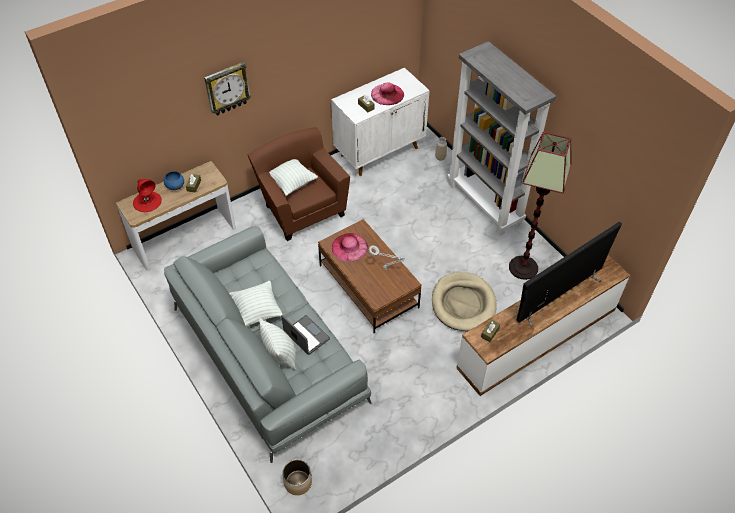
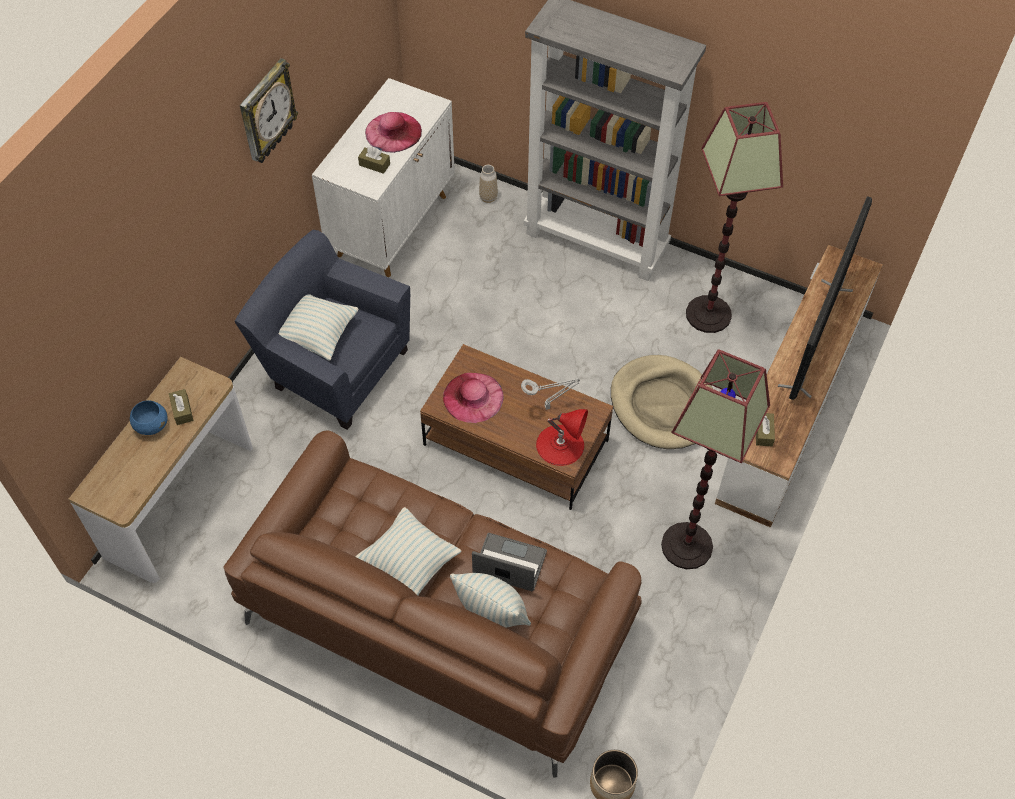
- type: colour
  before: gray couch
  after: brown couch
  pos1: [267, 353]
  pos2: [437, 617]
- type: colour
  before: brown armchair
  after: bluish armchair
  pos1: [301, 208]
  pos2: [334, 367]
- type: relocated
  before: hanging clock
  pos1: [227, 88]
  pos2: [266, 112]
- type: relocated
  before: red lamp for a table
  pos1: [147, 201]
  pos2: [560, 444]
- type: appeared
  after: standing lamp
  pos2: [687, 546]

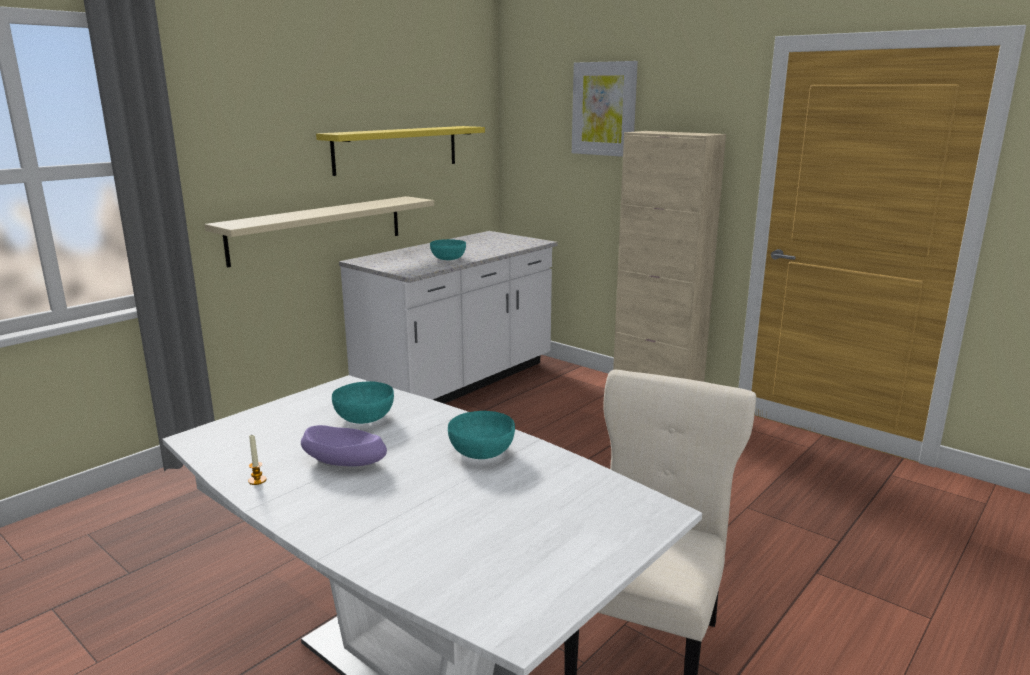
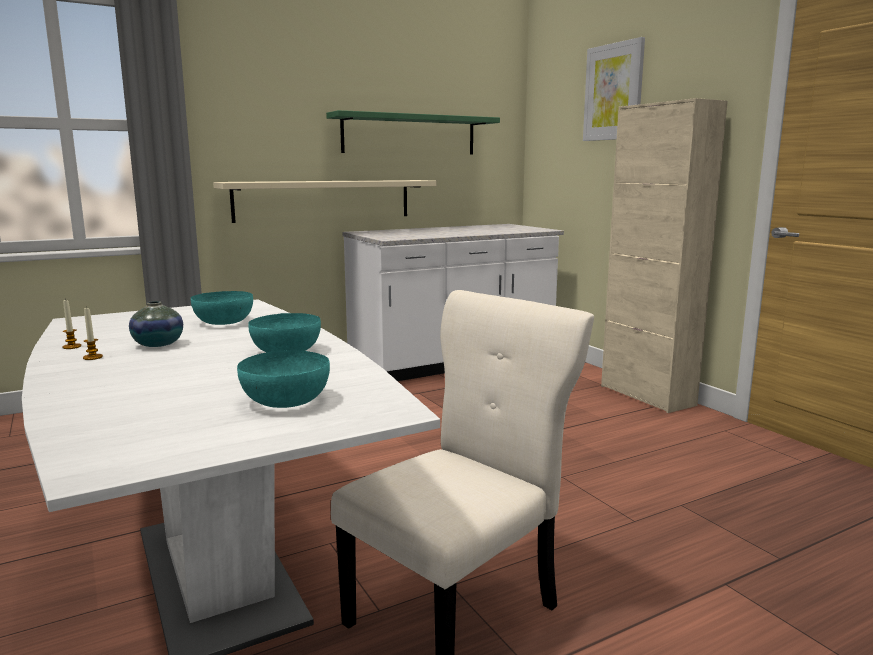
- type: appeared
  after: candle
  pos2: [93, 357]
- type: exchanged
  before: purple-coloured serving bowl
  after: decorative vase
  pos1: [344, 462]
  pos2: [158, 344]
- type: relocated
  before: blue-green serving bowl
  pos1: [447, 258]
  pos2: [284, 401]
- type: colour
  before: yellow-coloured bracket shelf
  after: greenish bracket shelf
  pos1: [397, 149]
  pos2: [410, 135]

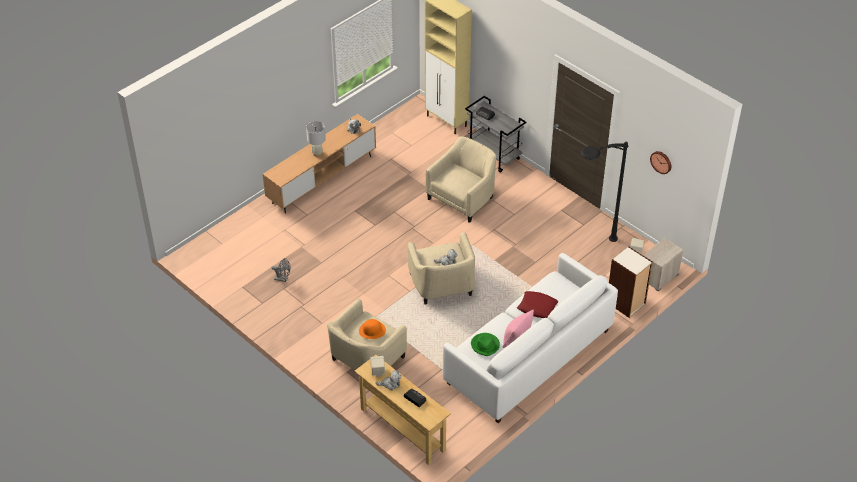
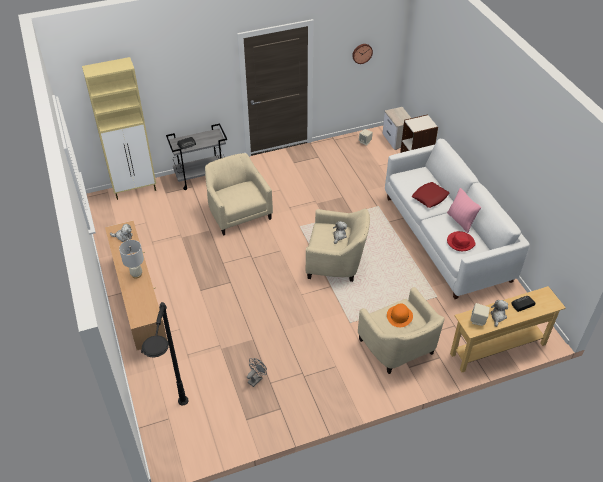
- type: relocated
  before: black-coloured standing lamp
  pos1: [589, 247]
  pos2: [180, 430]
- type: colour
  before: greenish wearable hat
  after: red wearable hat
  pos1: [485, 345]
  pos2: [460, 242]

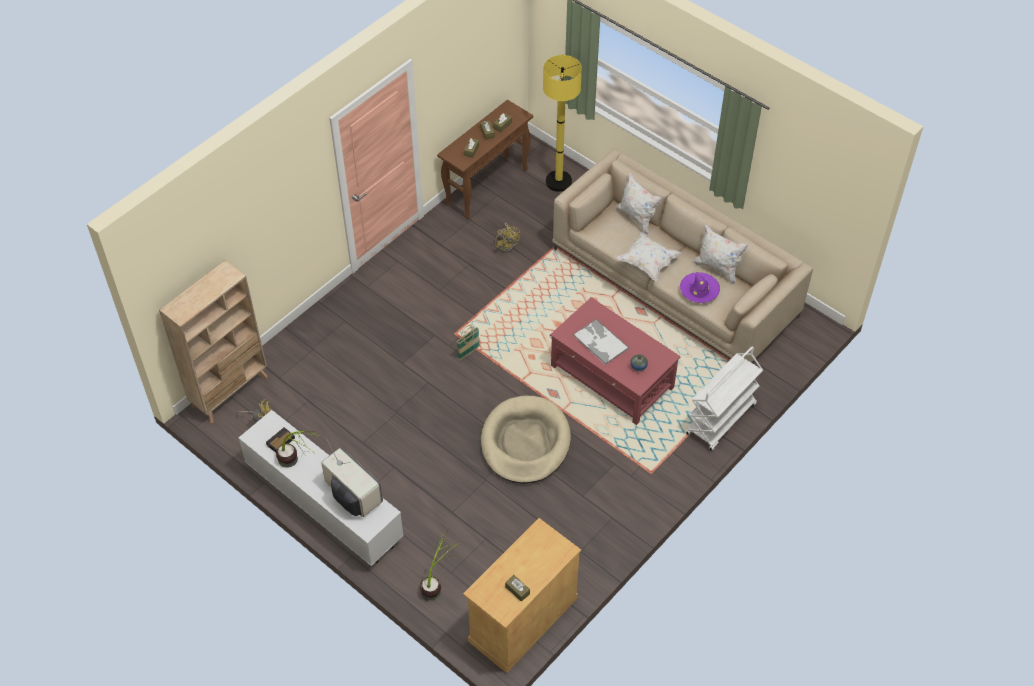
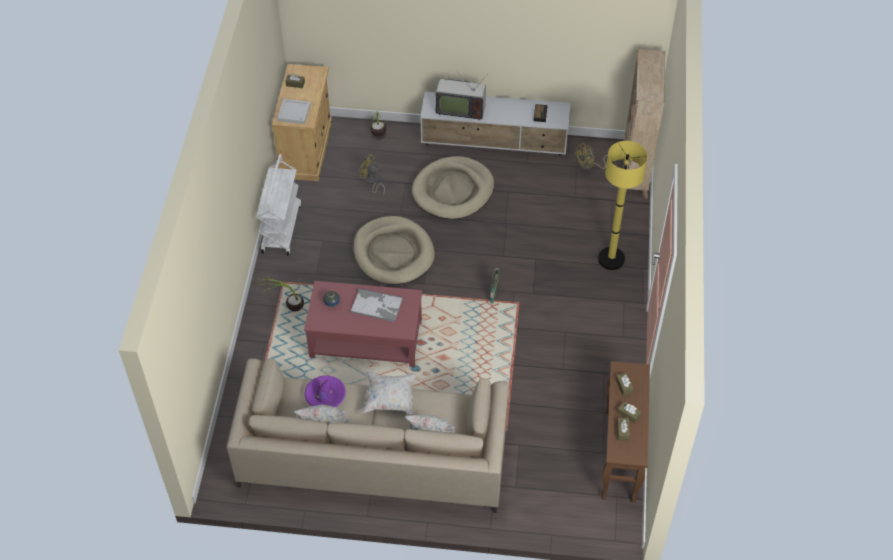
- type: relocated
  before: white cart
  pos1: [721, 420]
  pos2: [281, 228]
- type: relocated
  before: houseplant
  pos1: [298, 463]
  pos2: [285, 309]
- type: appeared
  after: white serving tray
  pos2: [294, 112]
- type: relocated
  before: yellow-coloured cooling fan
  pos1: [507, 244]
  pos2: [371, 181]
- type: appeared
  after: sand-coloured dog bed
  pos2: [453, 191]
- type: relocated
  before: yellow-coloured standing lamp
  pos1: [558, 182]
  pos2: [611, 259]

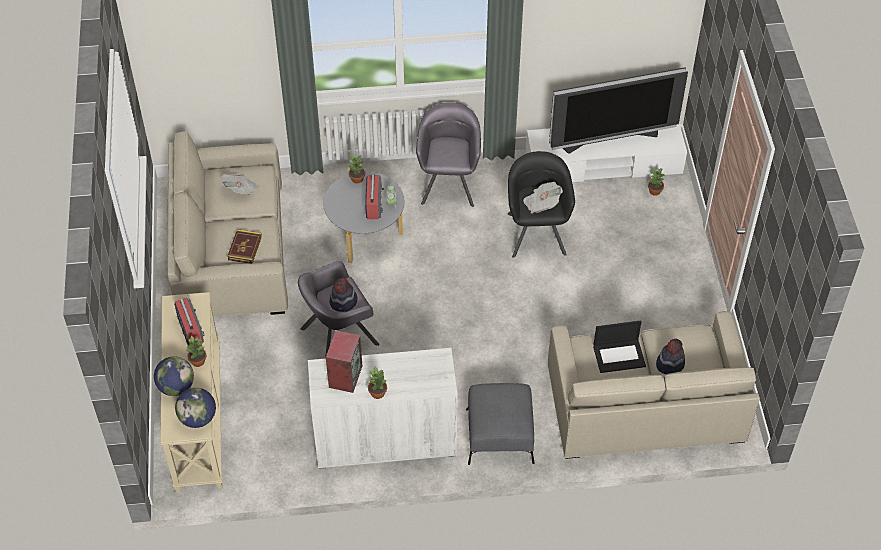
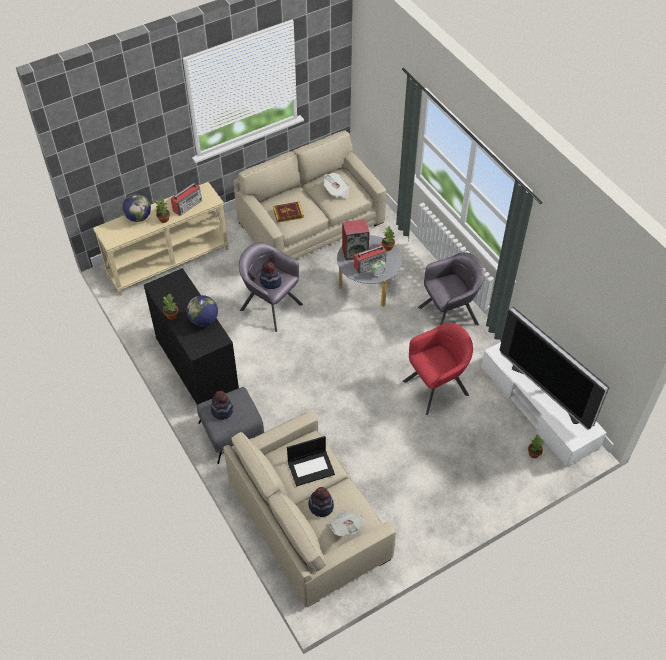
- type: colour
  before: white cupboard
  after: black-coloured cupboard
  pos1: [385, 439]
  pos2: [197, 366]
- type: relocated
  before: desk globe
  pos1: [198, 418]
  pos2: [204, 320]
- type: appeared
  after: wearable hat
  pos2: [222, 410]
- type: spun
  before: portable computer
  pos1: [619, 355]
  pos2: [311, 467]
  turn: -75
- type: relocated
  before: printed paper
  pos1: [541, 204]
  pos2: [346, 526]
- type: relocated
  before: speaker
  pos1: [345, 376]
  pos2: [355, 252]
- type: colour
  before: black-coloured armchair
  after: red armchair
  pos1: [537, 233]
  pos2: [436, 388]

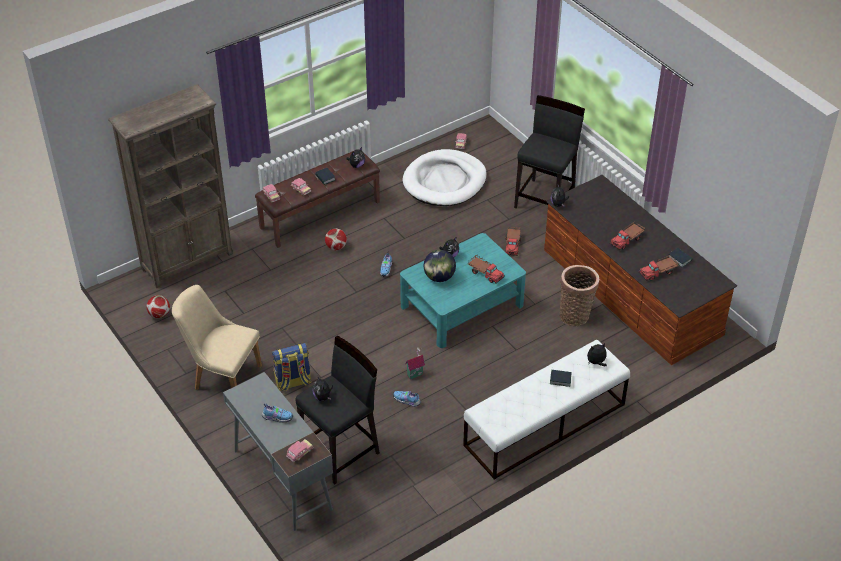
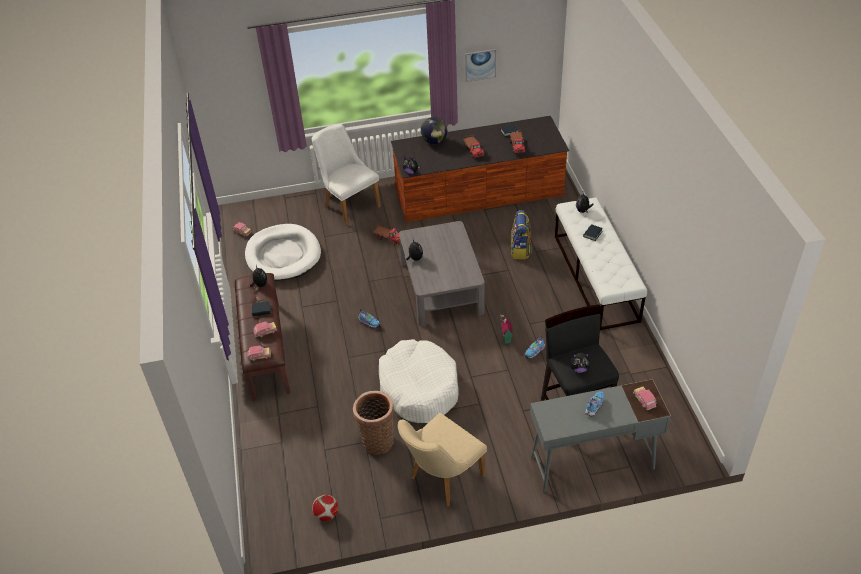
- type: exchanged
  before: black-coloured stool seat
  after: white plain chair
  pos1: [545, 200]
  pos2: [348, 204]
- type: relocated
  before: basket
  pos1: [575, 314]
  pos2: [377, 440]
- type: appeared
  after: white dog bed
  pos2: [419, 388]
- type: colour
  before: blue-green coffee table
  after: gray coffee table
  pos1: [462, 305]
  pos2: [441, 287]
- type: relocated
  before: desk globe
  pos1: [439, 277]
  pos2: [434, 141]
- type: appeared
  after: wall picture
  pos2: [480, 65]
- type: relocated
  before: backpack
  pos1: [293, 382]
  pos2: [520, 250]
- type: missing
  before: brown bookshelf
  pos1: [188, 261]
- type: missing
  before: ball for football
  pos1: [336, 247]
- type: missing
  before: toy truck
  pos1: [485, 273]

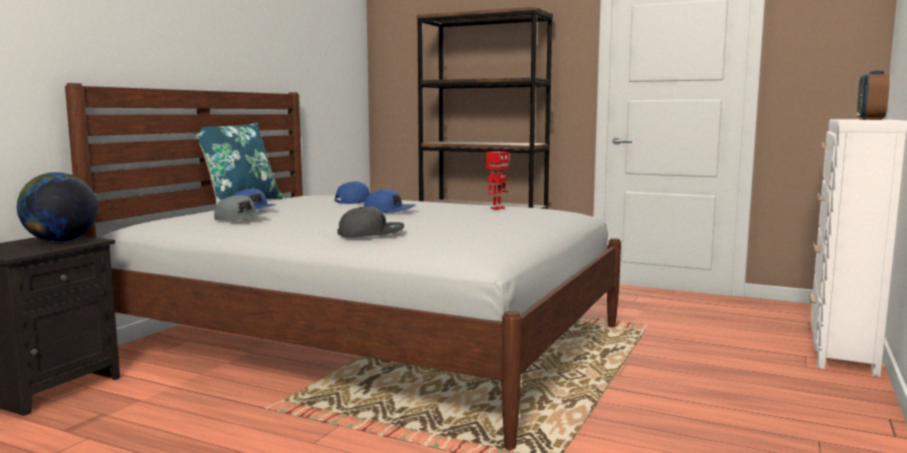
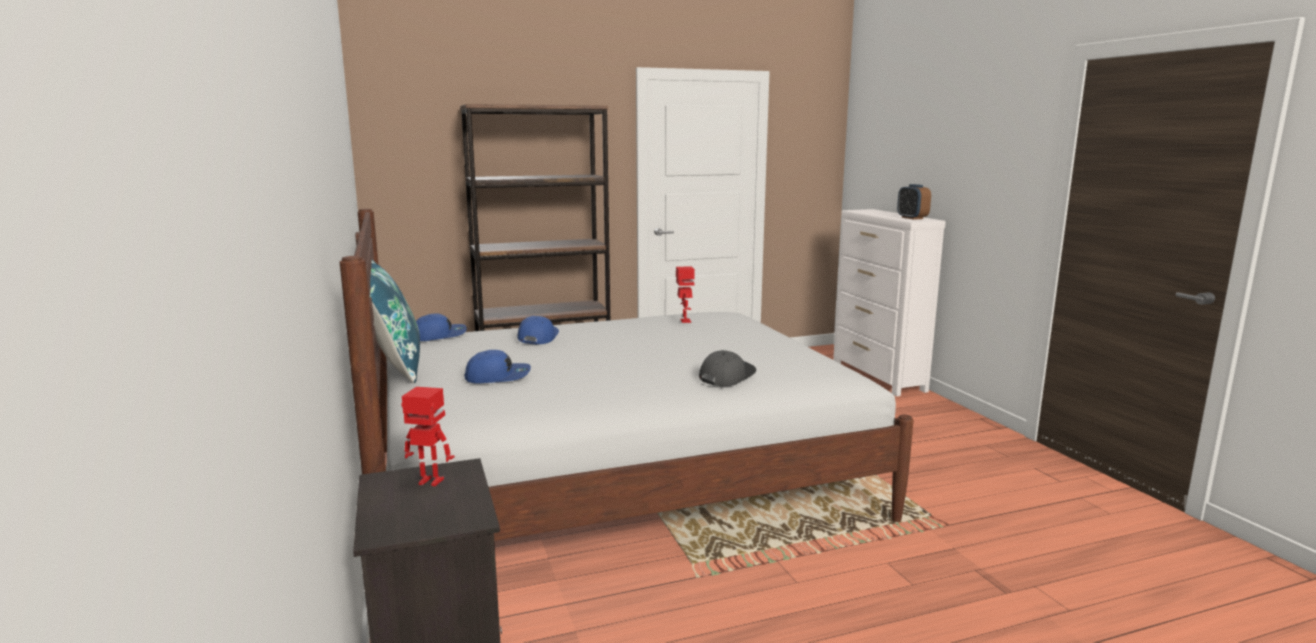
- type: exchanged
  before: desk globe
  after: toy robot
  pos1: [60, 241]
  pos2: [430, 482]
- type: relocated
  before: bluish peaked cap
  pos1: [389, 211]
  pos2: [439, 335]
- type: missing
  before: gray peaked cap
  pos1: [241, 219]

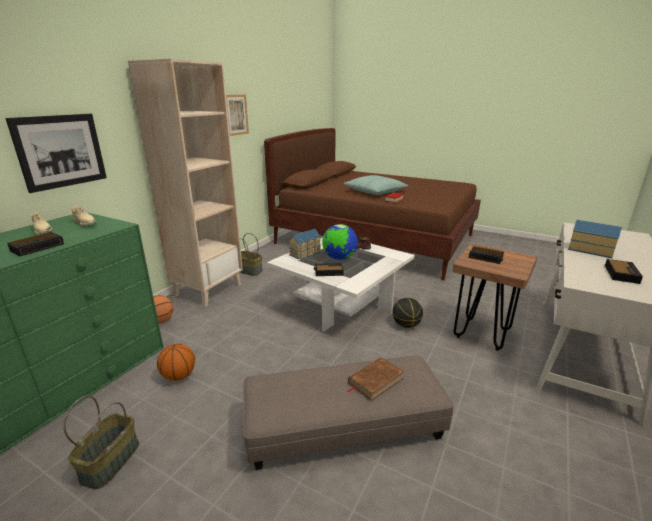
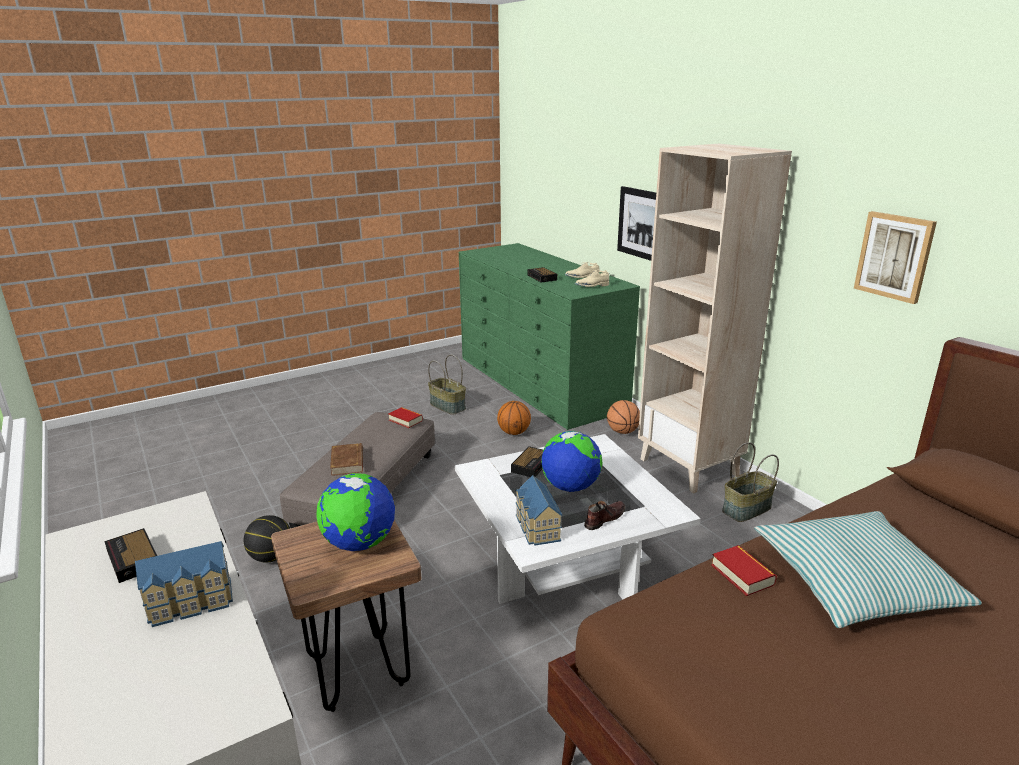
- type: relocated
  before: basketball ball
  pos1: [406, 325]
  pos2: [271, 557]
- type: exchanged
  before: bedside clock
  after: desk globe
  pos1: [486, 257]
  pos2: [359, 544]
- type: appeared
  after: book
  pos2: [405, 420]
- type: relocated
  before: miniature house
  pos1: [306, 253]
  pos2: [536, 527]

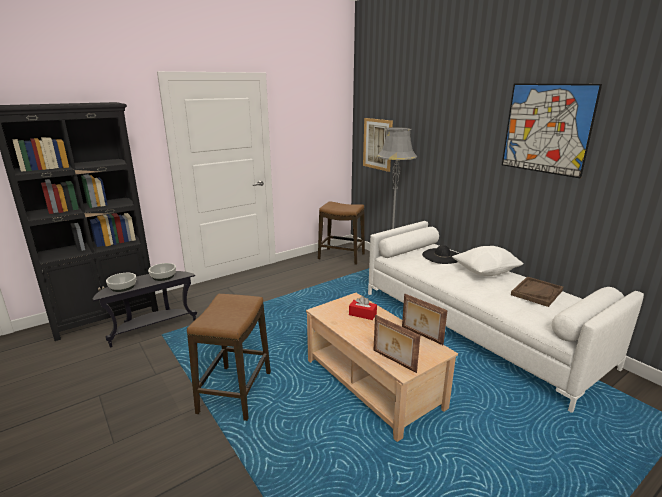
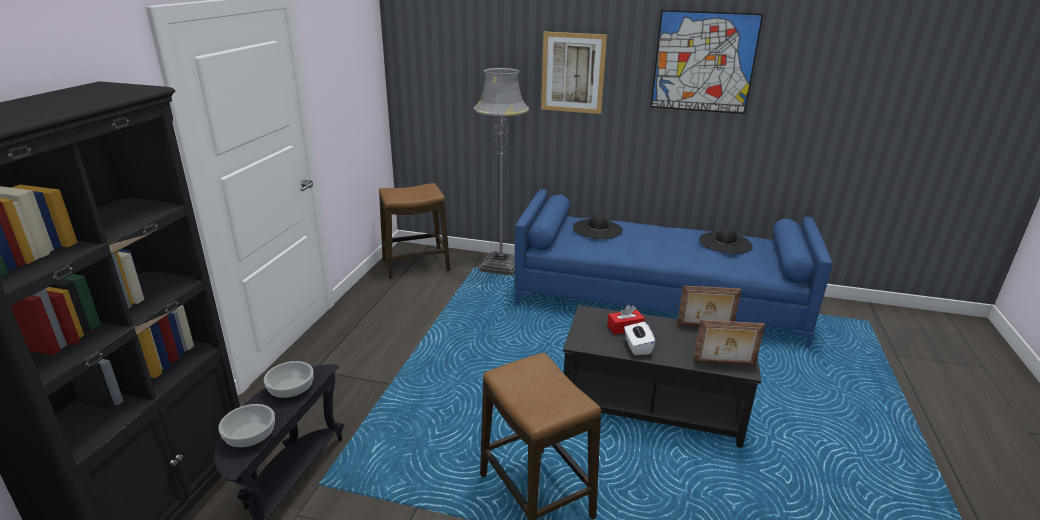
- type: colour
  before: white couch
  after: bluish couch
  pos1: [475, 326]
  pos2: [657, 299]
- type: relocated
  before: wall picture
  pos1: [377, 144]
  pos2: [573, 73]
- type: colour
  before: sand-coloured coffee table
  after: black-coloured coffee table
  pos1: [374, 383]
  pos2: [652, 403]
- type: appeared
  after: white box of tissues
  pos2: [637, 347]
- type: exchanged
  before: brown serving tray
  after: black-coloured wearable hat
  pos1: [536, 292]
  pos2: [725, 243]
- type: missing
  before: white pillow
  pos1: [485, 272]

